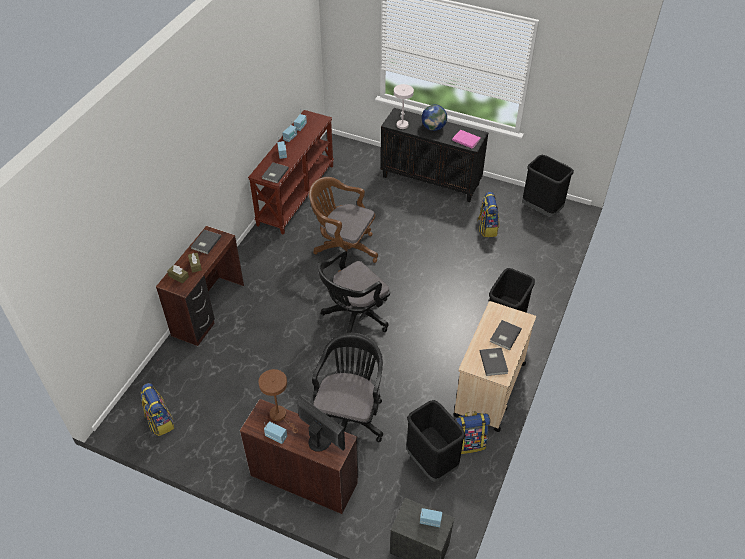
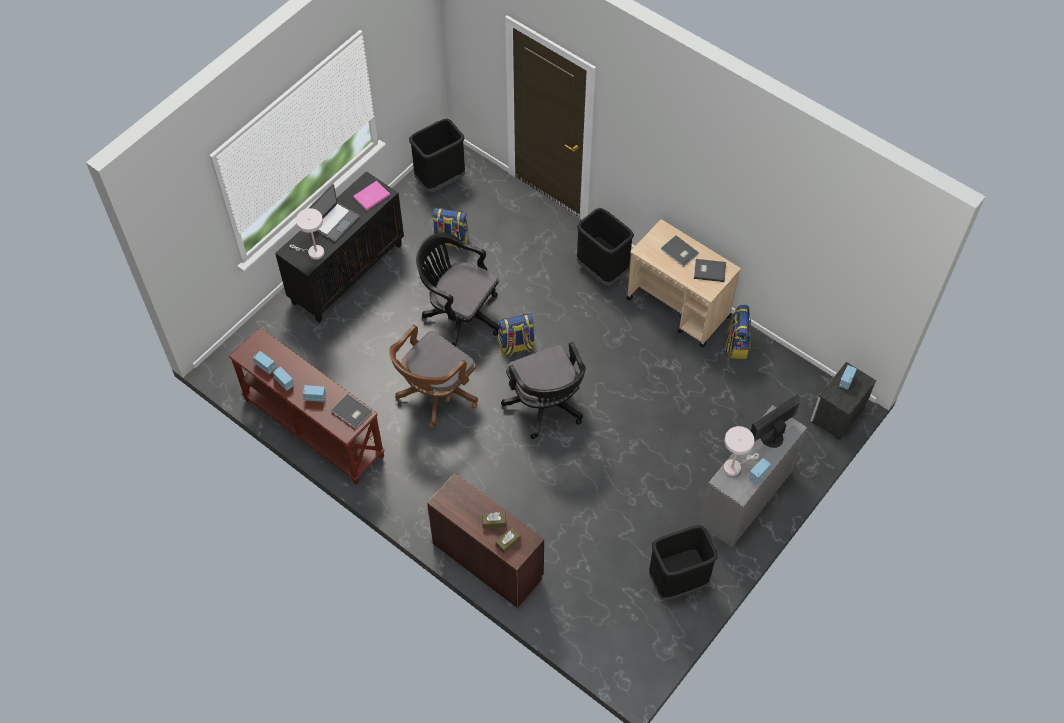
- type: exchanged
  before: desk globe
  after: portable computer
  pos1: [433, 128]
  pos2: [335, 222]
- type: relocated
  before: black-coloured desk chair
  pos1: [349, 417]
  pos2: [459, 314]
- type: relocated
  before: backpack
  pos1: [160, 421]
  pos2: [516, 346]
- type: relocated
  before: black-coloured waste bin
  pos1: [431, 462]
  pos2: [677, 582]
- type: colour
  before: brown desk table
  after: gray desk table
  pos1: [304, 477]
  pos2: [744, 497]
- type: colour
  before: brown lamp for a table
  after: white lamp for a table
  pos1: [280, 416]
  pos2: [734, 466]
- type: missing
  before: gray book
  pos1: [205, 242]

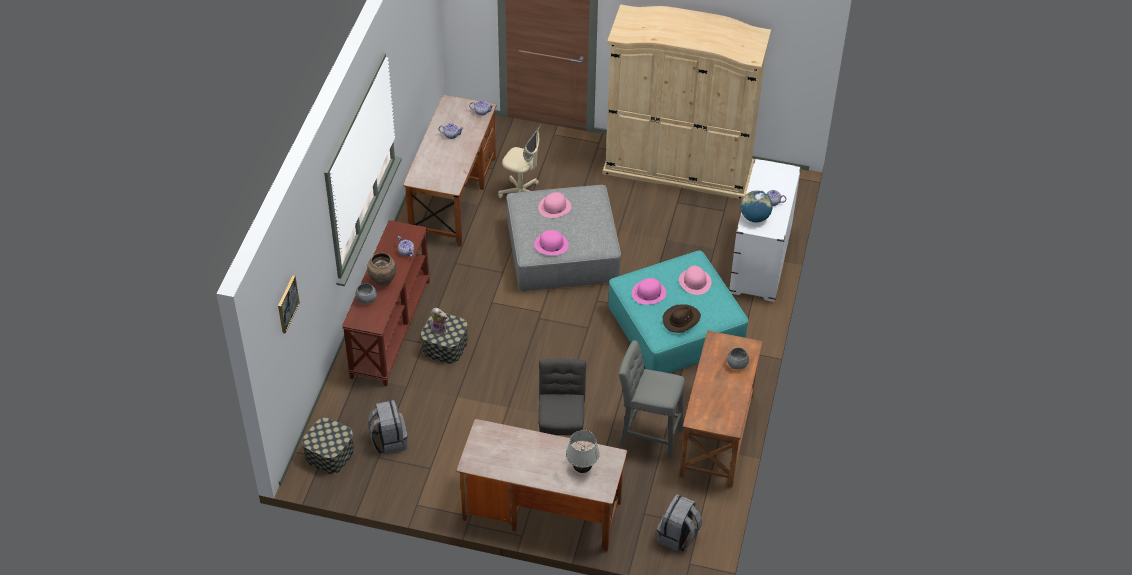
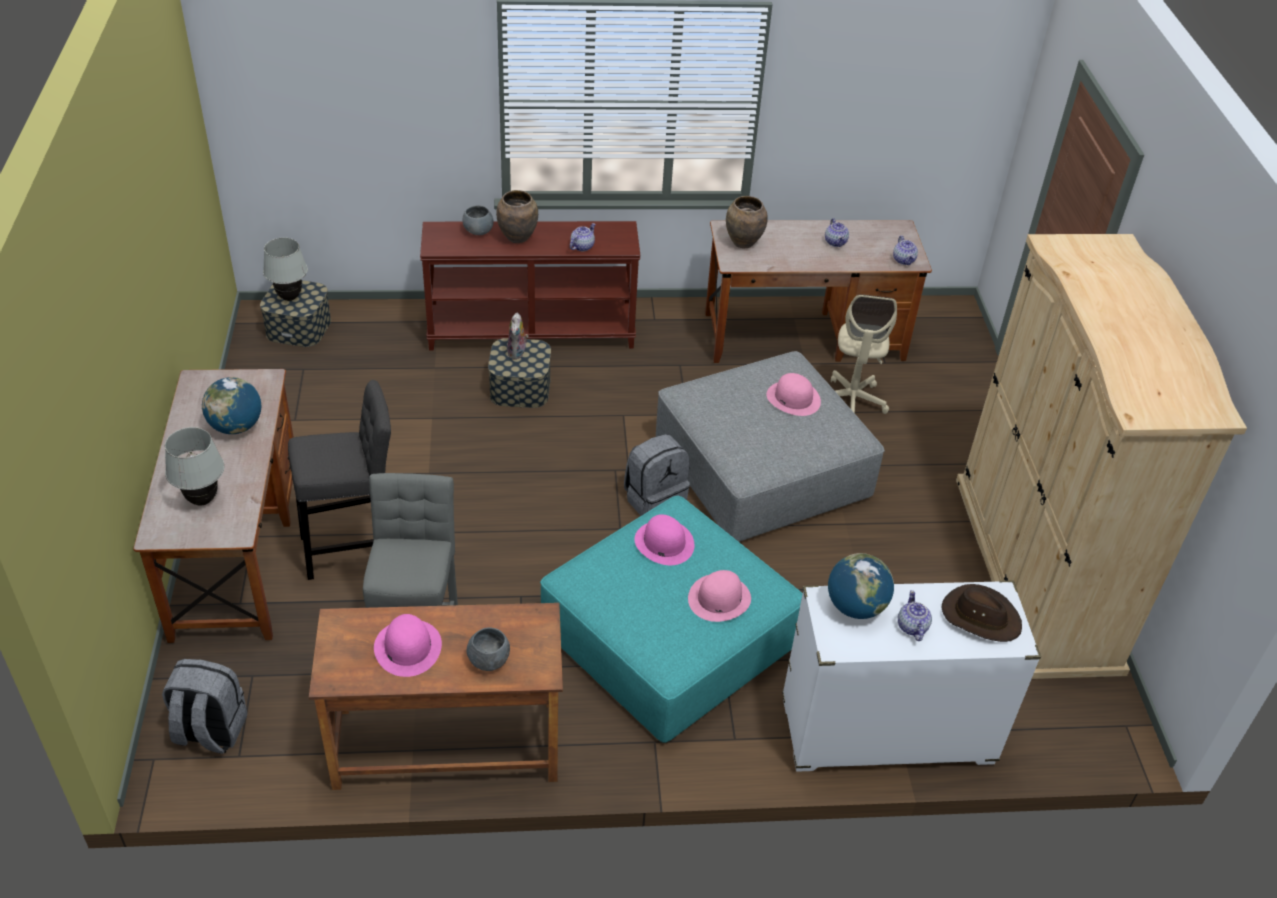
- type: appeared
  after: desk globe
  pos2: [236, 427]
- type: appeared
  after: white lamp for a table
  pos2: [289, 297]
- type: relocated
  before: pink-coloured wearable hat
  pos1: [551, 244]
  pos2: [407, 647]
- type: relocated
  before: gray backpack
  pos1: [389, 440]
  pos2: [654, 500]
- type: appeared
  after: brown decorative vase
  pos2: [743, 242]
- type: relocated
  before: brown wearable hat
  pos1: [681, 319]
  pos2: [980, 617]
- type: missing
  before: wall picture
  pos1: [287, 304]

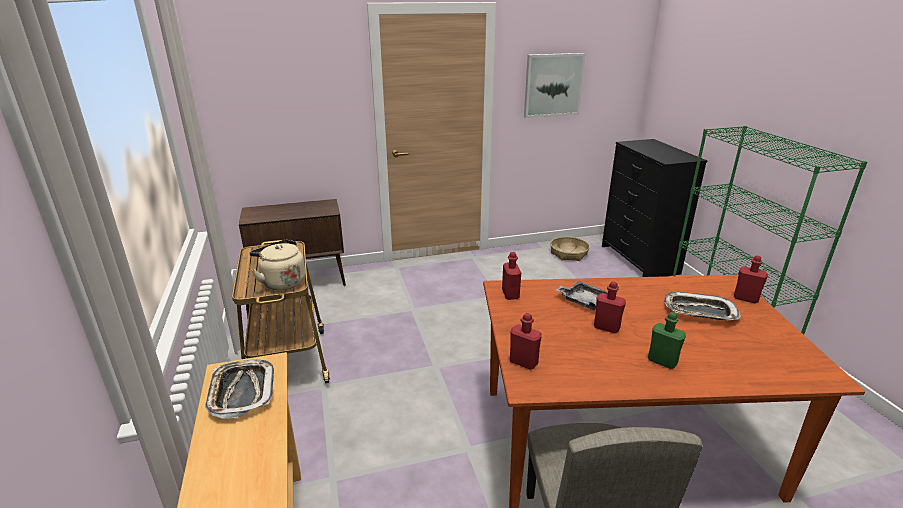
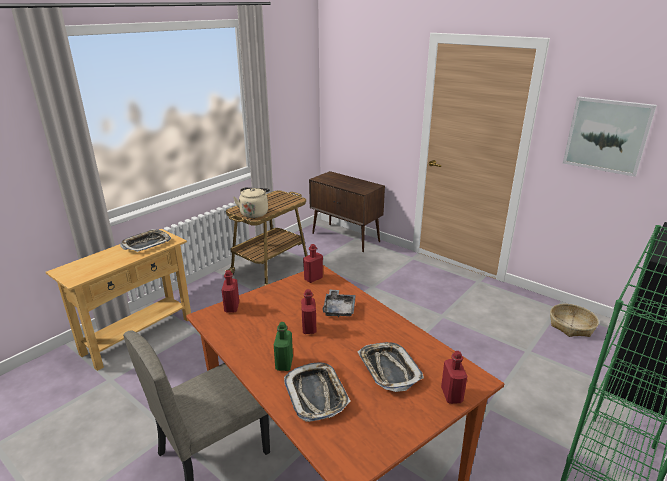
- type: appeared
  after: serving tray
  pos2: [316, 395]

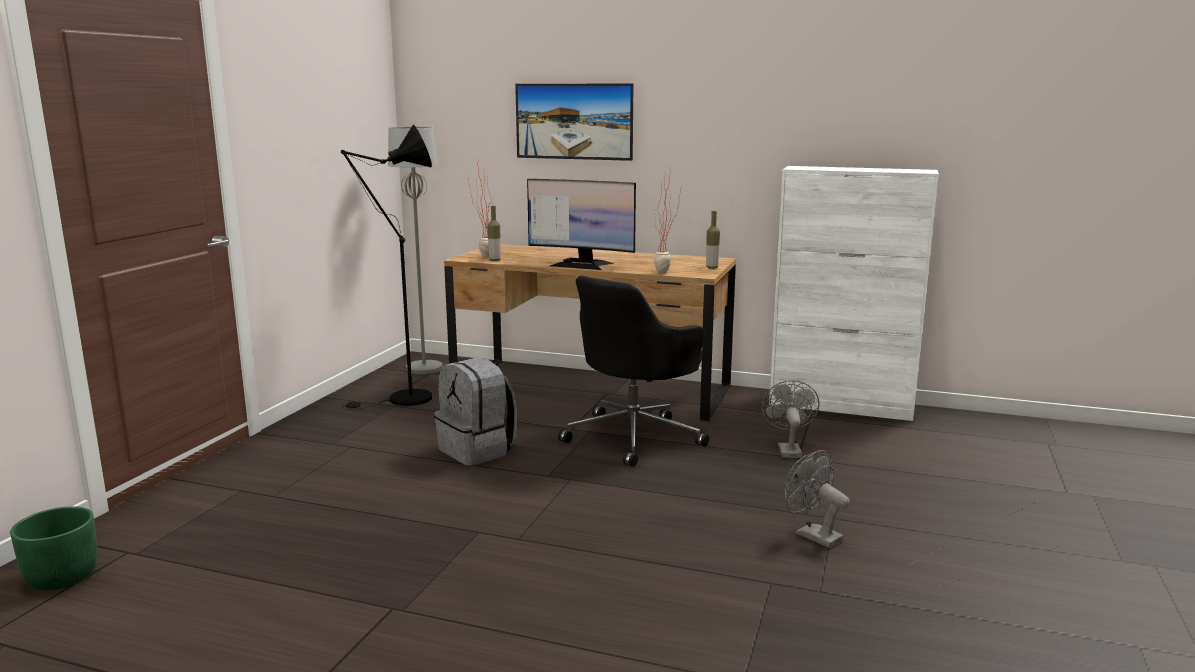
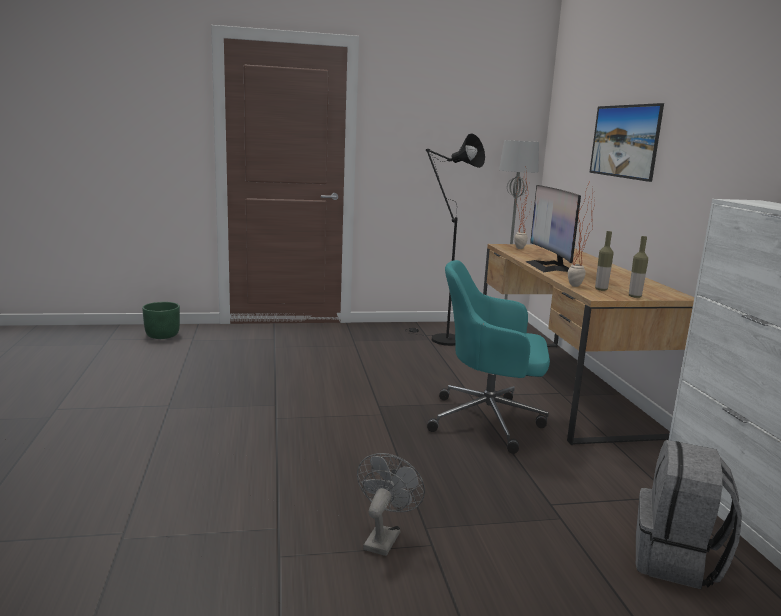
- type: colour
  before: black-coloured desk chair
  after: blue-green desk chair
  pos1: [634, 436]
  pos2: [489, 421]
- type: relocated
  before: beverage bottle
  pos1: [494, 260]
  pos2: [601, 289]
- type: relocated
  before: gray backpack
  pos1: [478, 450]
  pos2: [676, 561]
- type: missing
  before: gray cooling fan
  pos1: [788, 449]

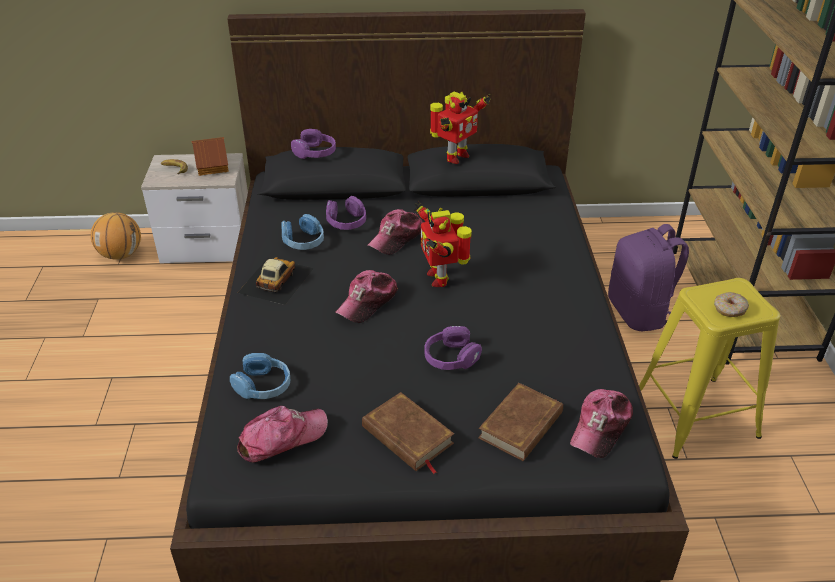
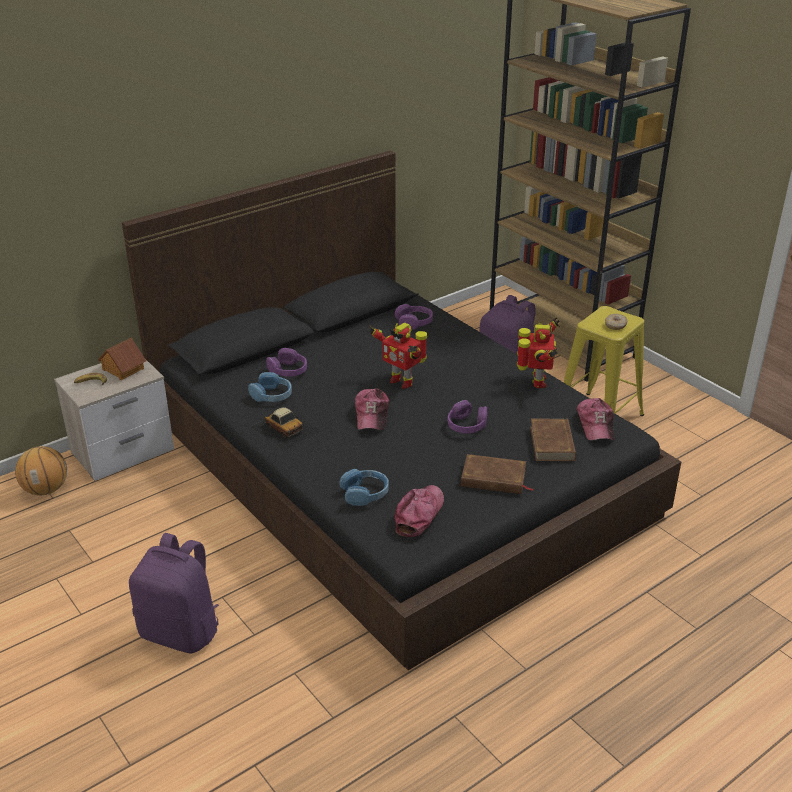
- type: appeared
  after: purple-coloured backpack
  pos2: [181, 631]
- type: spun
  before: toy car
  pos1: [275, 280]
  pos2: [285, 428]
  turn: 150
- type: relocated
  before: purple-coloured pair of headphones
  pos1: [315, 153]
  pos2: [414, 323]
- type: relocated
  before: toy robot
  pos1: [455, 157]
  pos2: [537, 382]
- type: missing
  before: peaked cap
  pos1: [396, 238]

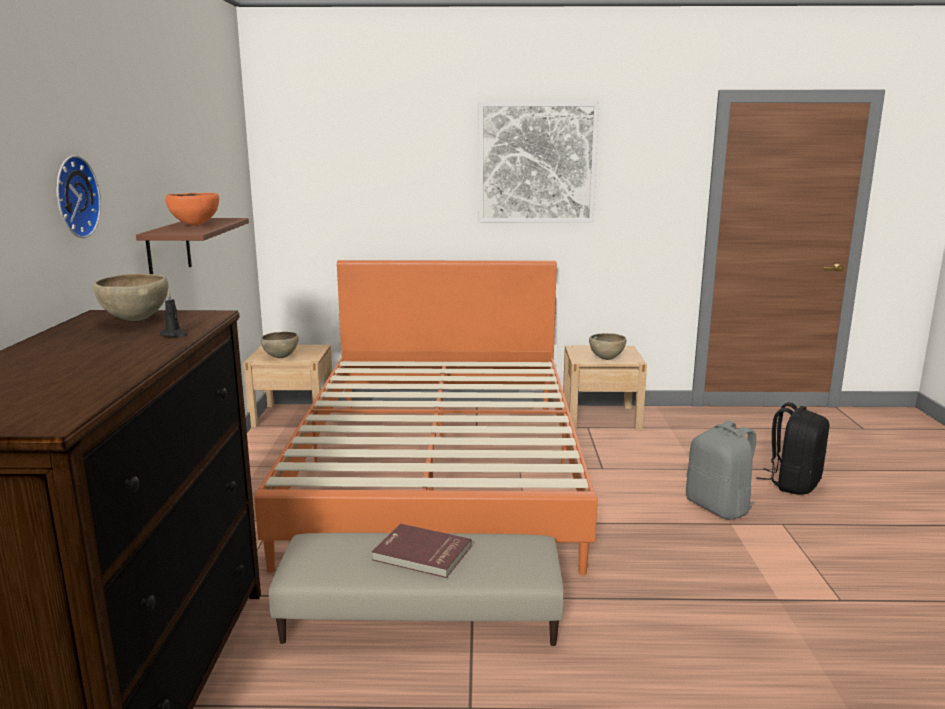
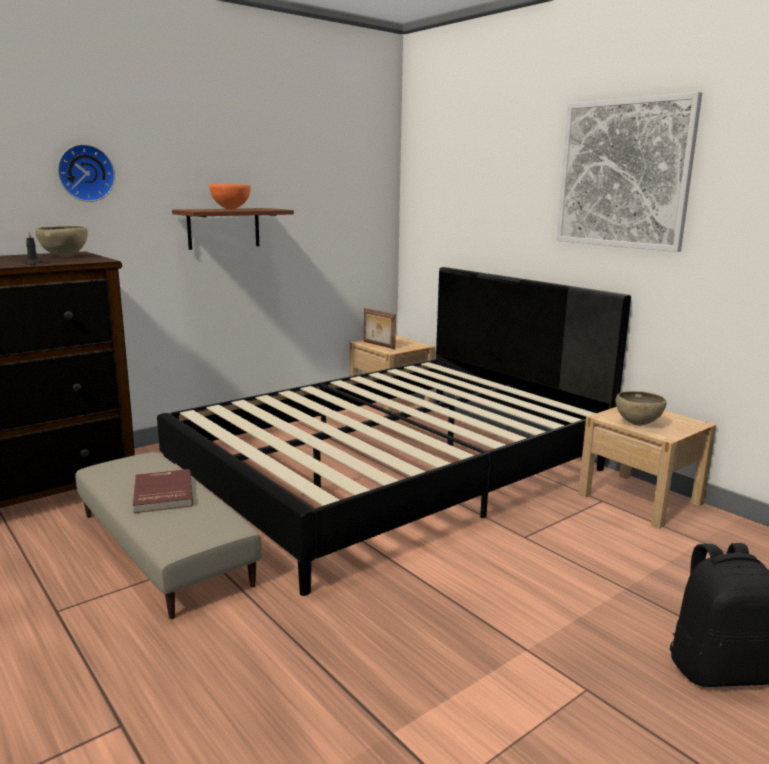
- type: colour
  before: orange-coloured bed
  after: black-coloured bed
  pos1: [440, 470]
  pos2: [393, 474]
- type: exchanged
  before: brown serving bowl
  after: picture frame
  pos1: [281, 357]
  pos2: [378, 345]
- type: missing
  before: gray backpack
  pos1: [719, 507]

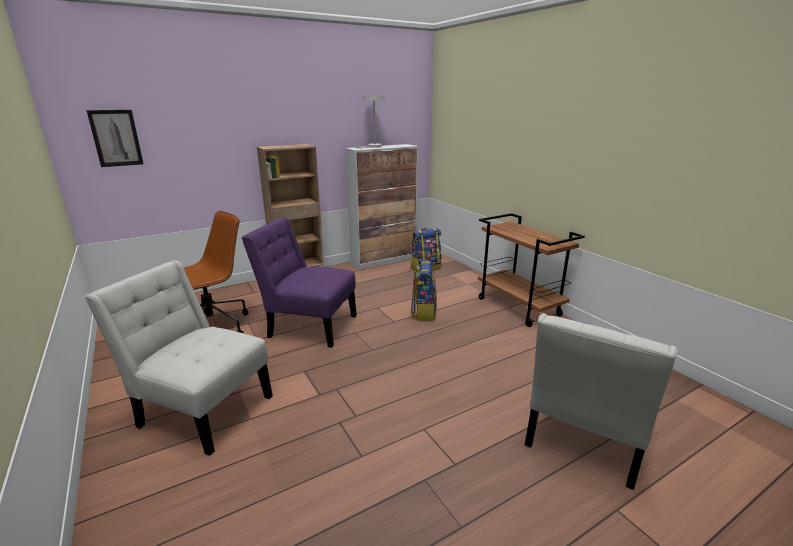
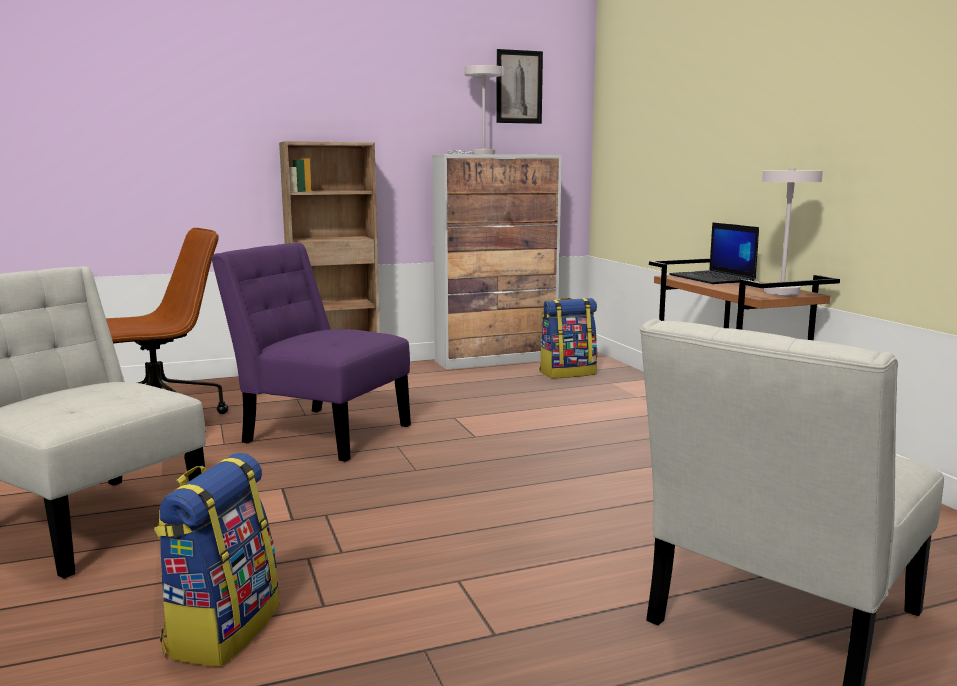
- type: relocated
  before: backpack
  pos1: [423, 312]
  pos2: [222, 629]
- type: relocated
  before: wall picture
  pos1: [116, 138]
  pos2: [519, 87]
- type: appeared
  after: portable computer
  pos2: [713, 278]
- type: appeared
  after: white lamp for a table
  pos2: [777, 291]

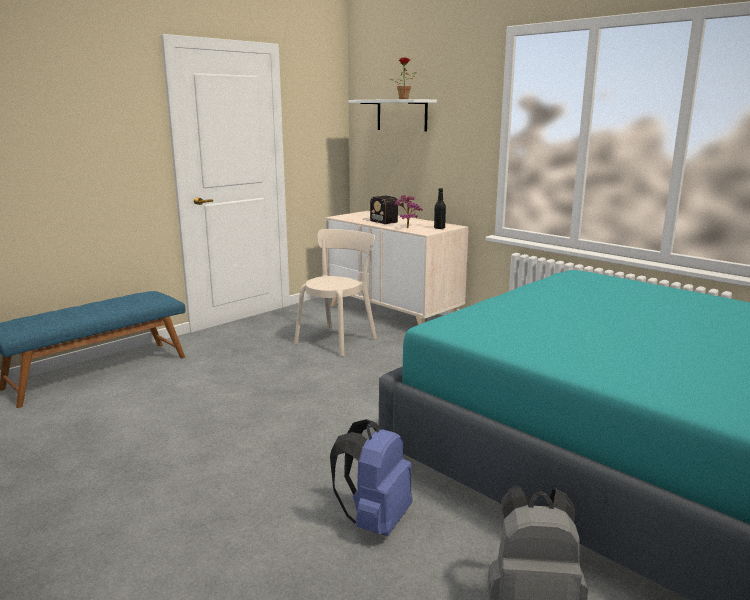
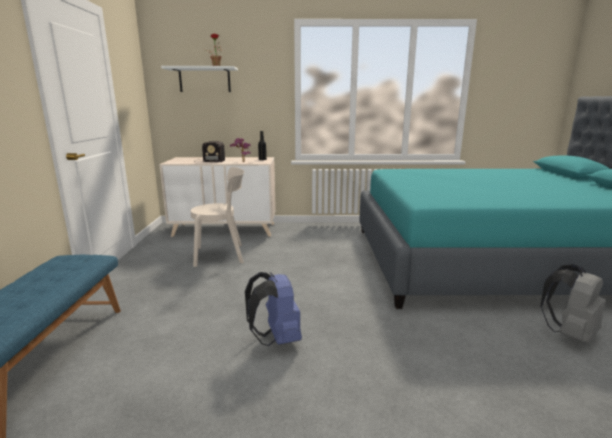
- type: spun
  before: sand-coloured plain chair
  pos1: [338, 339]
  pos2: [222, 255]
  turn: 90
- type: relocated
  before: bluish backpack
  pos1: [374, 520]
  pos2: [276, 339]

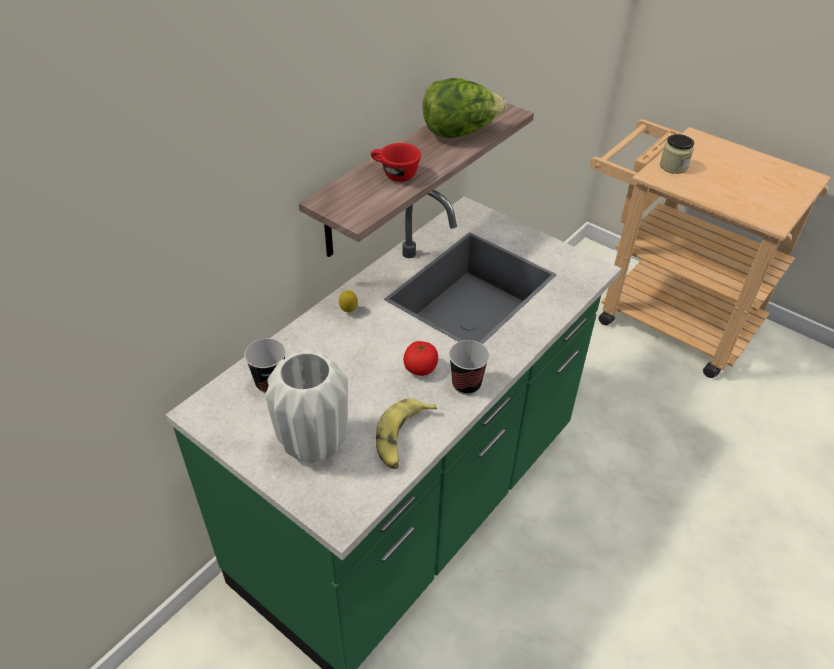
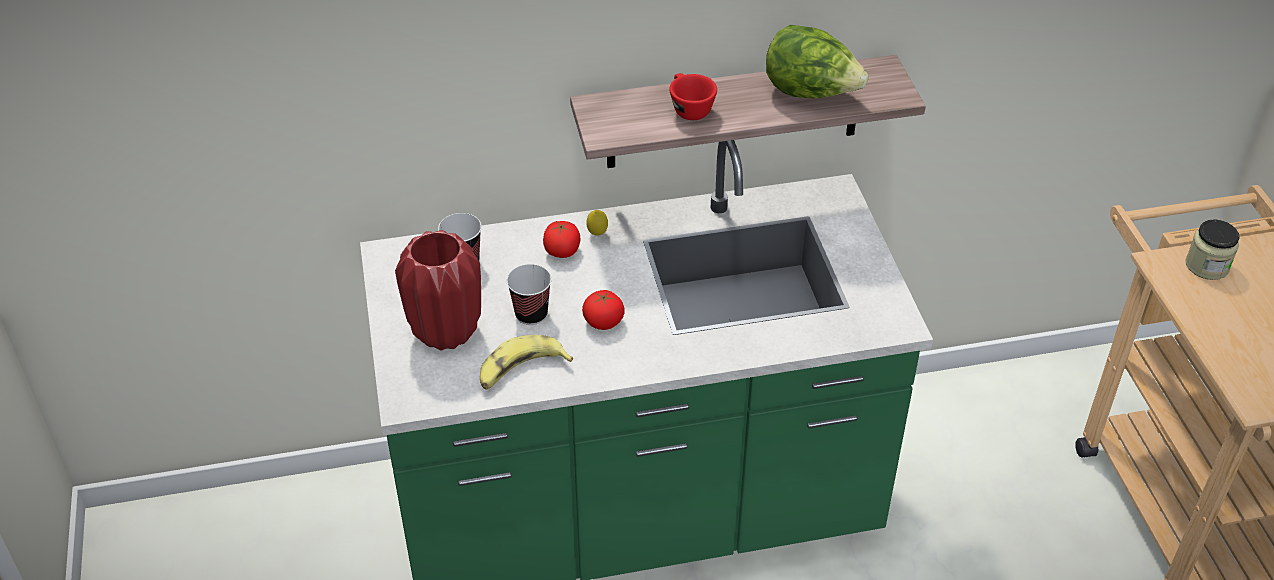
- type: colour
  before: white decorative vase
  after: red decorative vase
  pos1: [313, 444]
  pos2: [445, 332]
- type: relocated
  before: small cup
  pos1: [466, 384]
  pos2: [531, 314]
- type: appeared
  after: fresh tomato
  pos2: [562, 251]

